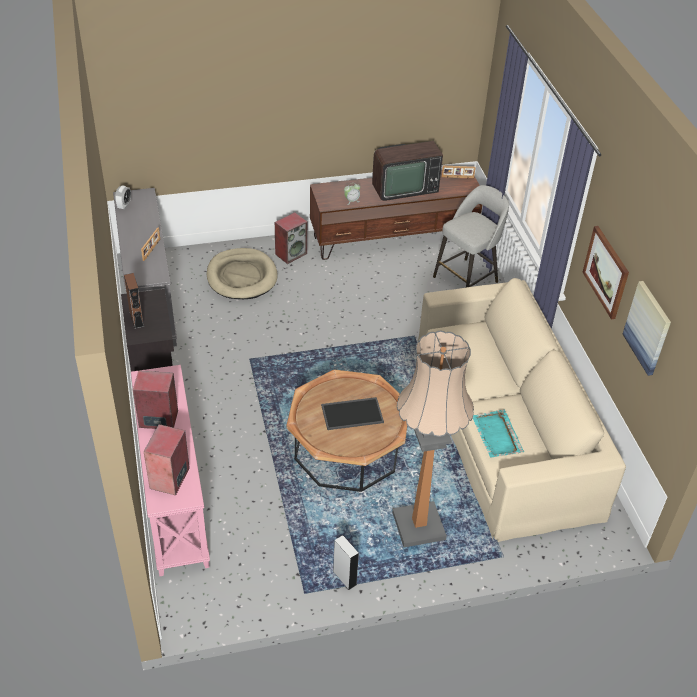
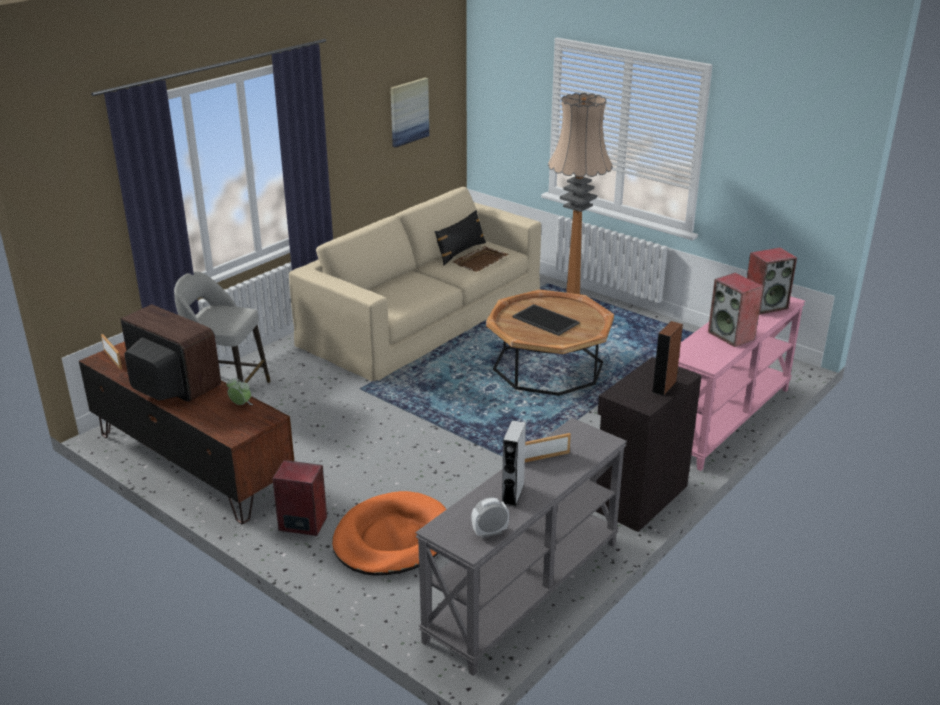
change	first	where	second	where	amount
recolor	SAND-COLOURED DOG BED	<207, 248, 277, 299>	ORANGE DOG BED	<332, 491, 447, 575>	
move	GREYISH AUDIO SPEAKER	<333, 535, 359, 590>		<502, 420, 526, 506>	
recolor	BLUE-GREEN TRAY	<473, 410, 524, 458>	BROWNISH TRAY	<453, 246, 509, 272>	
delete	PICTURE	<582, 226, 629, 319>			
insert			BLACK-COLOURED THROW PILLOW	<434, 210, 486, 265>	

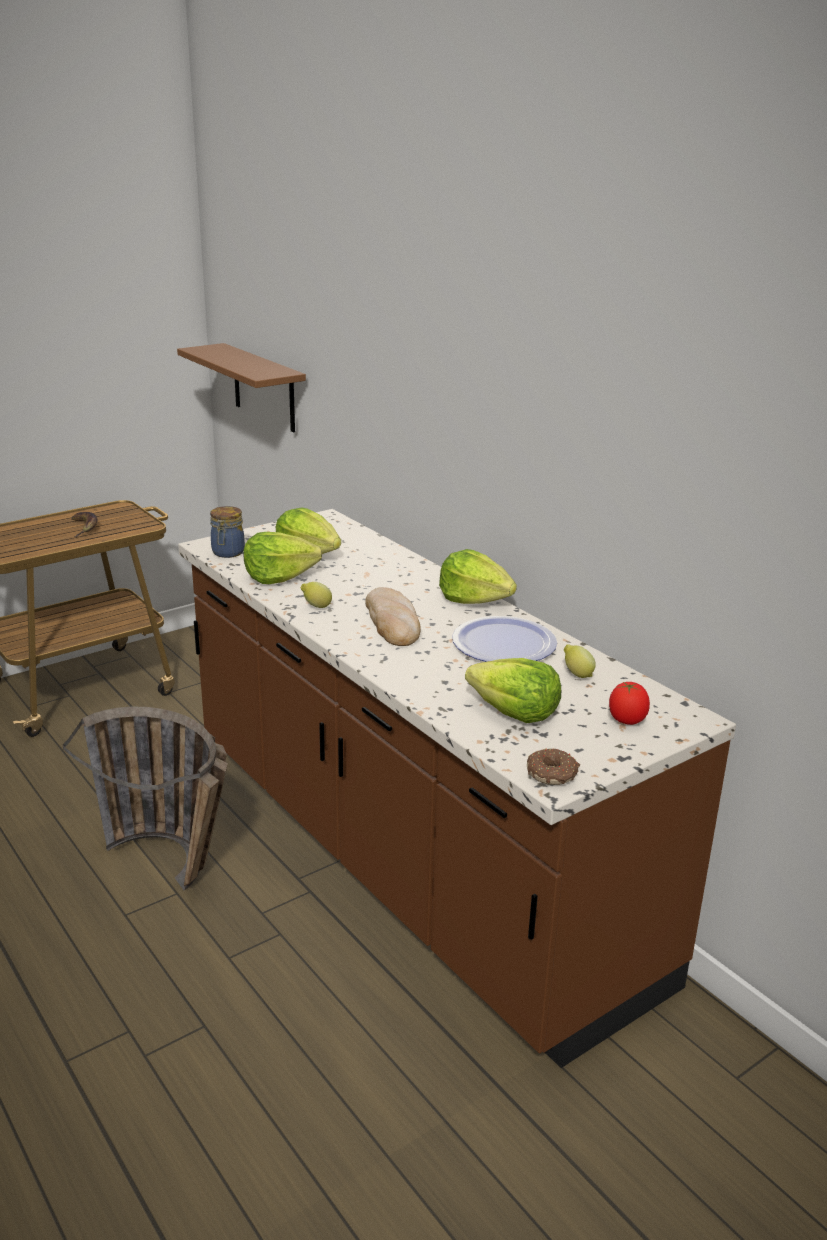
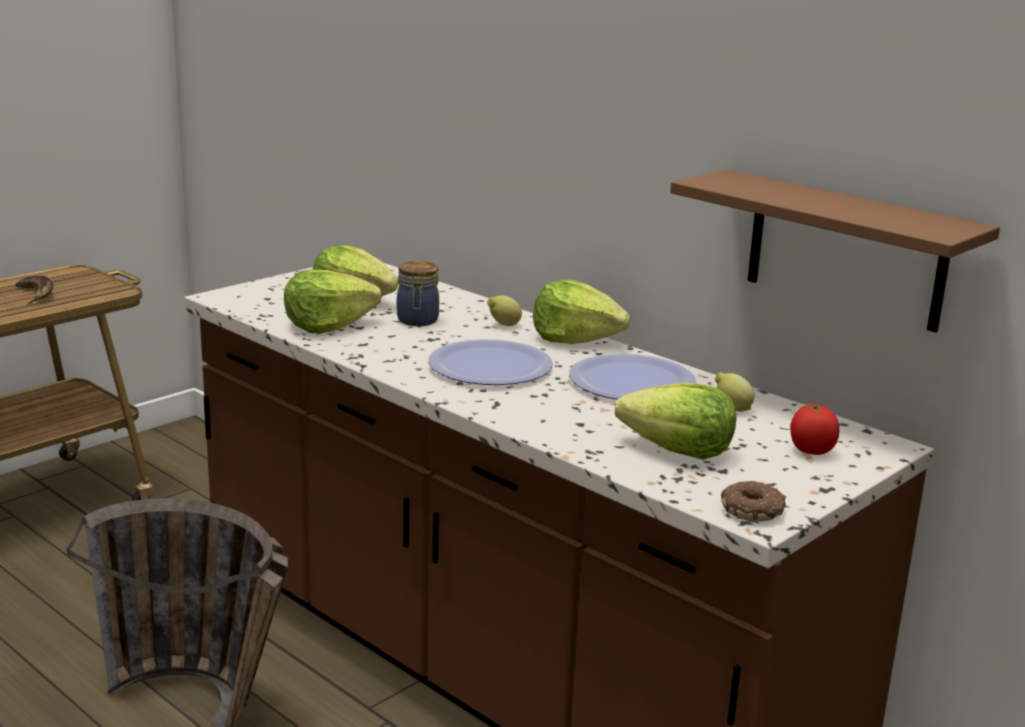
change	first	where	second	where	amount
move	BROWNISH SHELF	<177, 343, 306, 433>		<670, 169, 1000, 332>	
move	JAR	<210, 506, 245, 558>		<397, 261, 439, 326>	
move	WHOLE LEMON	<301, 582, 332, 608>		<487, 295, 522, 326>	
replace	BREAD	<365, 587, 421, 646>	PLATE	<428, 339, 553, 385>	

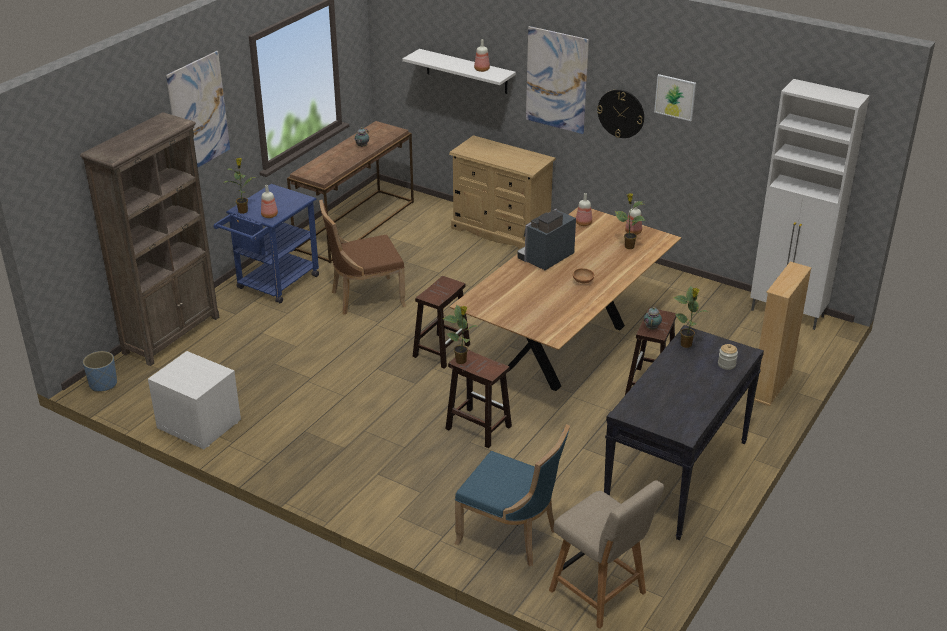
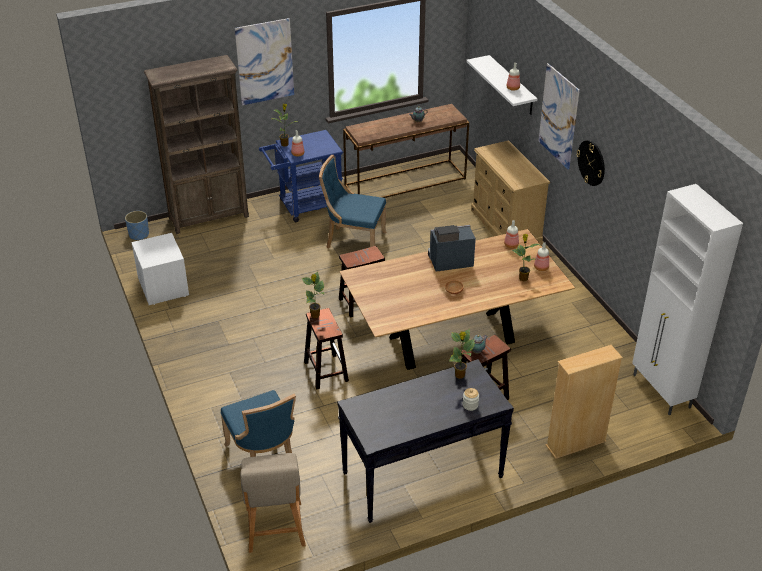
change	first	where	second	where	amount
recolor	BROWNISH UPRIGHT CHAIR	<319, 199, 406, 315>	BLUE UPRIGHT CHAIR	<319, 155, 386, 248>	
delete	PICTURE	<654, 74, 696, 121>			

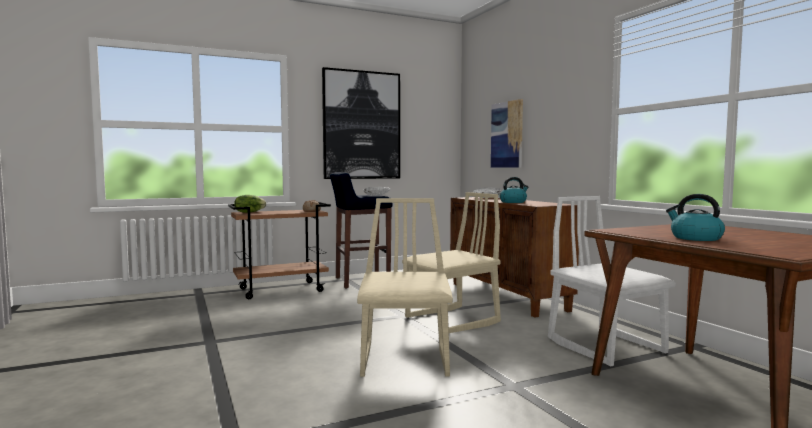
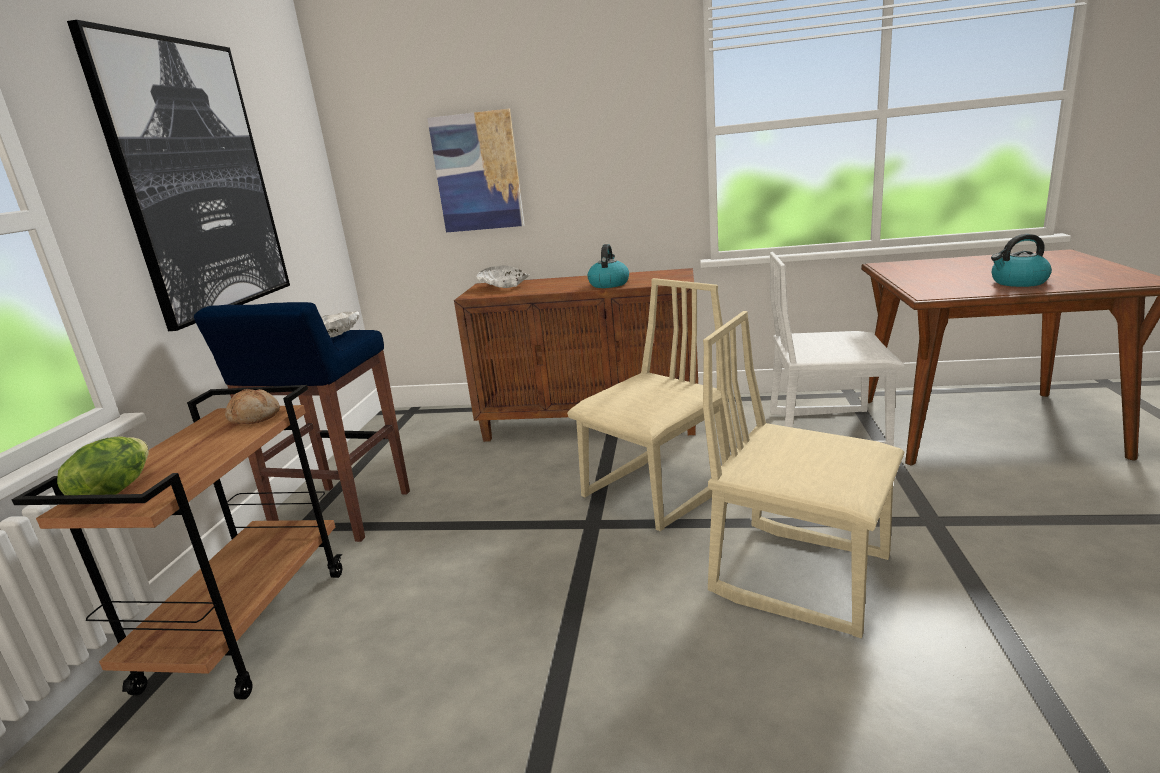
change	first	where	second	where	amount
rotate	SAND-COLOURED UPRIGHT CHAIR	<402, 192, 501, 333>		<567, 278, 730, 531>	45 degrees clockwise

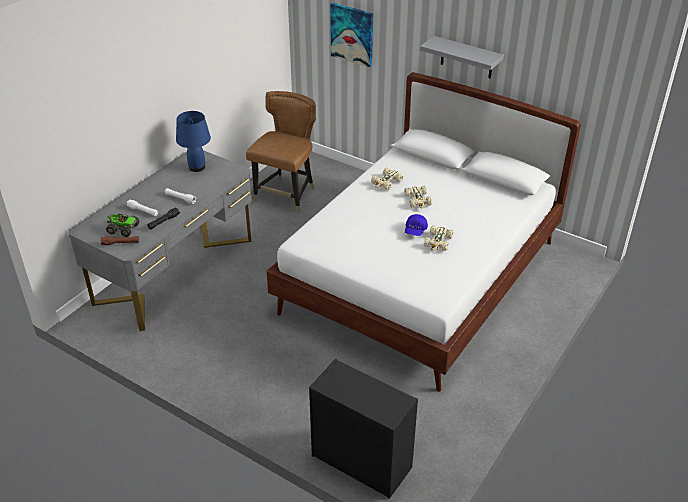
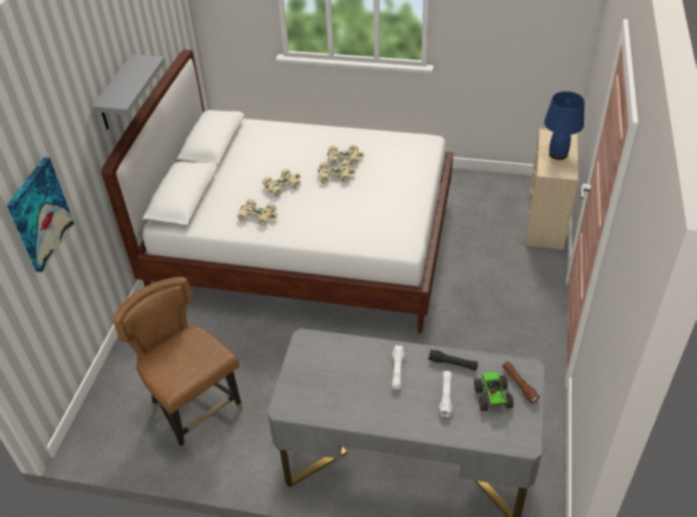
change	first	where	second	where	amount
move	BLUE TABLE LAMP	<176, 111, 211, 172>		<544, 91, 584, 160>	
rotate	BROWNISH UPRIGHT CHAIR	<246, 91, 316, 213>		<113, 277, 243, 453>	45 degrees clockwise
recolor	BLACK-COLOURED CHEST OF DRAWERS	<309, 359, 418, 499>	SAND-COLOURED CHEST OF DRAWERS	<526, 128, 579, 250>	
replace	BLUE PEAKED CAP	<405, 214, 428, 236>	SAND-COLOURED MINIATURE CAR	<318, 161, 356, 183>	

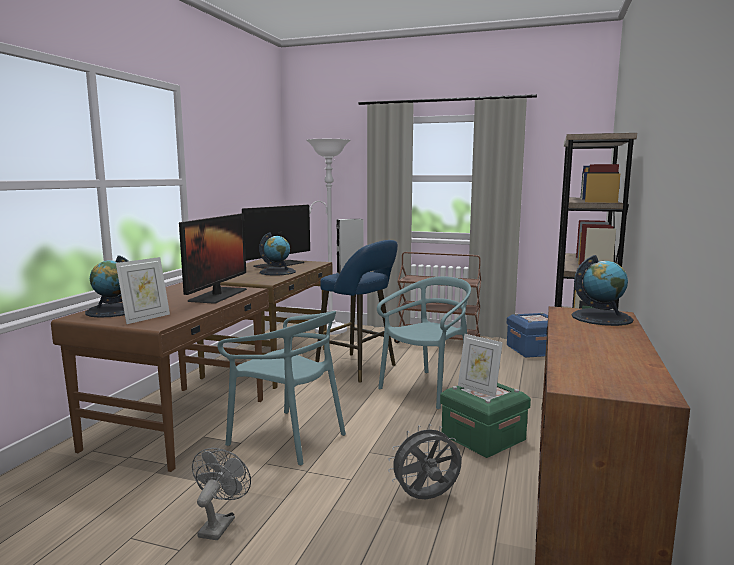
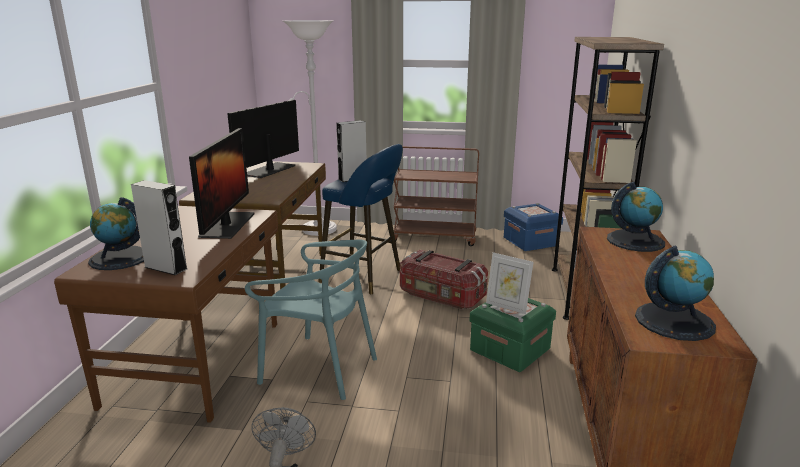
change	first	where	second	where	amount
replace	PICTURE FRAME	<116, 257, 170, 324>	GREYISH AUDIO SPEAKER	<131, 180, 187, 275>	
move	WORLD GLOBE	<259, 232, 296, 276>		<635, 245, 716, 341>	
replace	BLUE-GREEN UPRIGHT CHAIR	<377, 276, 471, 409>	STORAGE BIN	<400, 250, 488, 310>	
delete	GREYISH ELECTRIC FAN	<388, 424, 462, 499>			

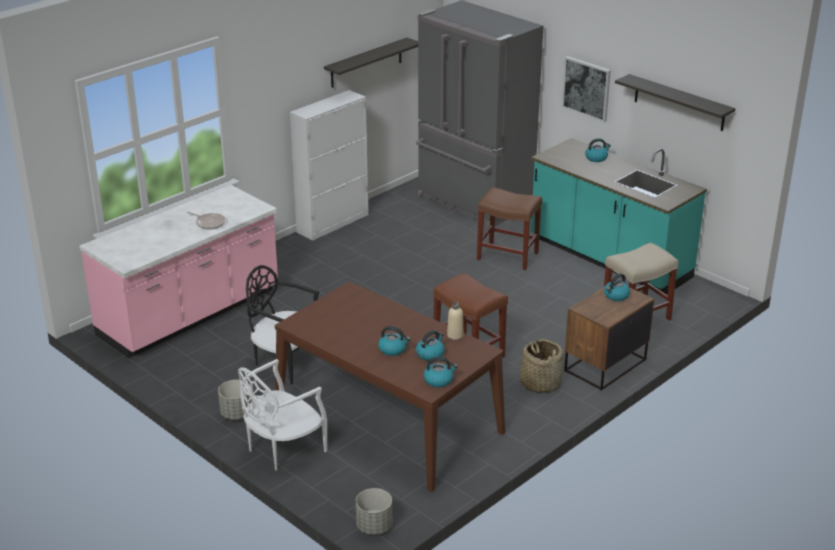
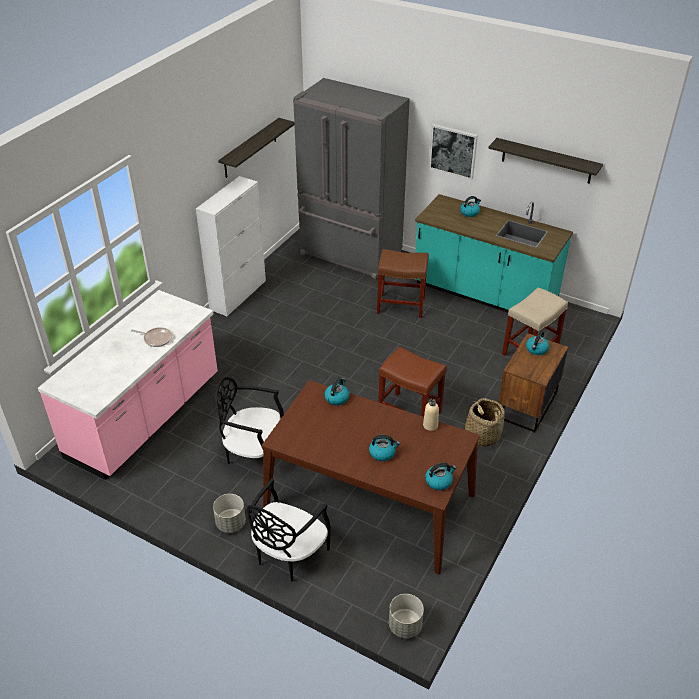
change	first	where	second	where	amount
recolor	WHITISH UPRIGHT CHAIR	<238, 359, 327, 470>	BLACK-COLOURED UPRIGHT CHAIR	<247, 478, 331, 582>	
move	TEA KETTLE	<416, 330, 445, 361>		<324, 378, 349, 405>	

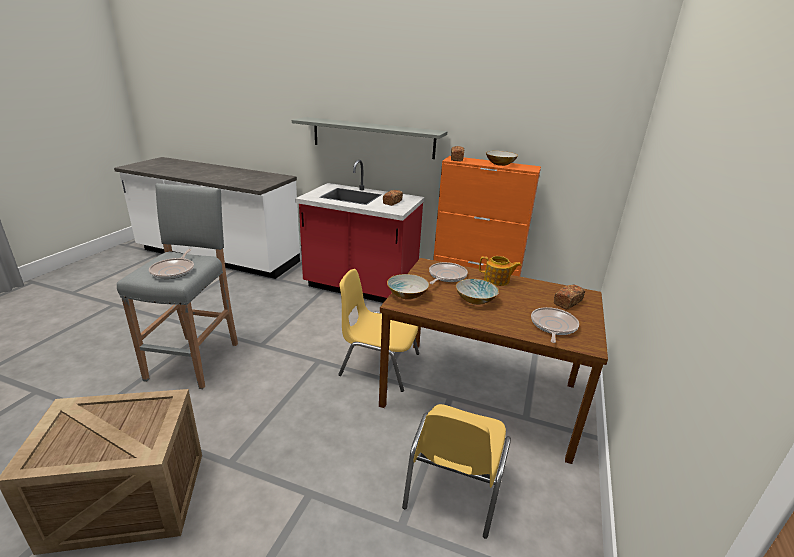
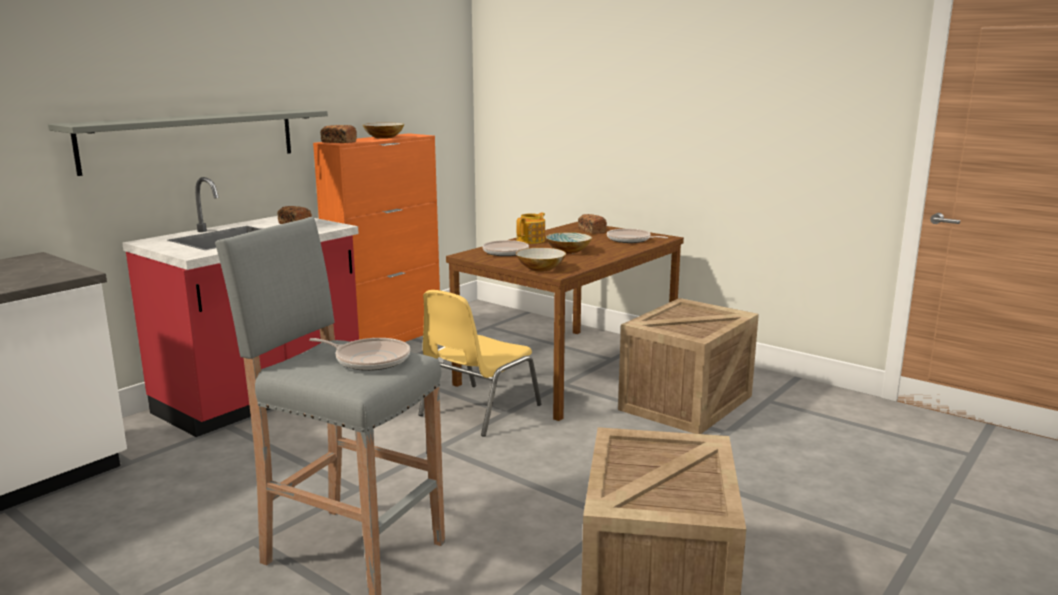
change	first	where	second	where	amount
replace	YELLOW UPRIGHT CHAIR	<402, 404, 511, 539>	PACKING CRATE	<618, 298, 759, 434>	

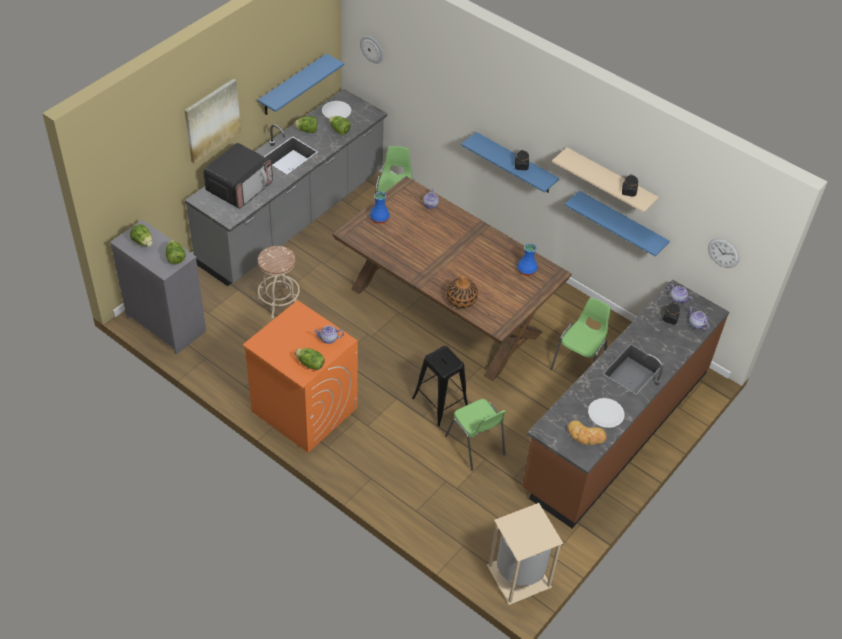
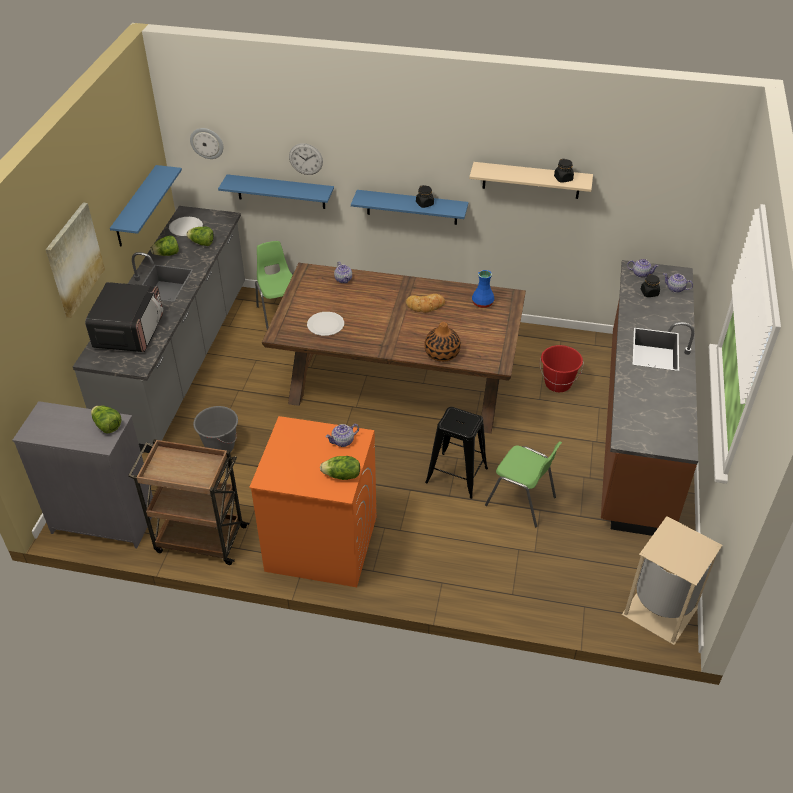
change	first	where	second	where	amount
delete	HEAD OF LETTUCE	<130, 224, 153, 247>			
replace	SAND-COLOURED STOOL SEAT	<258, 246, 300, 319>	GREYISH BUCKET	<193, 406, 238, 452>	
delete	BLUE DECORATIVE VASE	<370, 192, 390, 224>			
replace	GREENISH UPRIGHT CHAIR	<550, 297, 611, 370>	REDDISH BUCKET	<540, 345, 584, 392>	
move	BLUE SHELF	<565, 191, 670, 257>		<218, 174, 334, 209>	
move	BREAD	<568, 420, 607, 445>		<406, 294, 445, 313>	
move	WHITISH PLATE	<588, 398, 625, 428>		<307, 312, 344, 336>	
move	WALL CLOCK	<708, 238, 739, 268>		<289, 143, 323, 175>	
insert			BROWNISH TROLLEY	<128, 439, 249, 565>	

